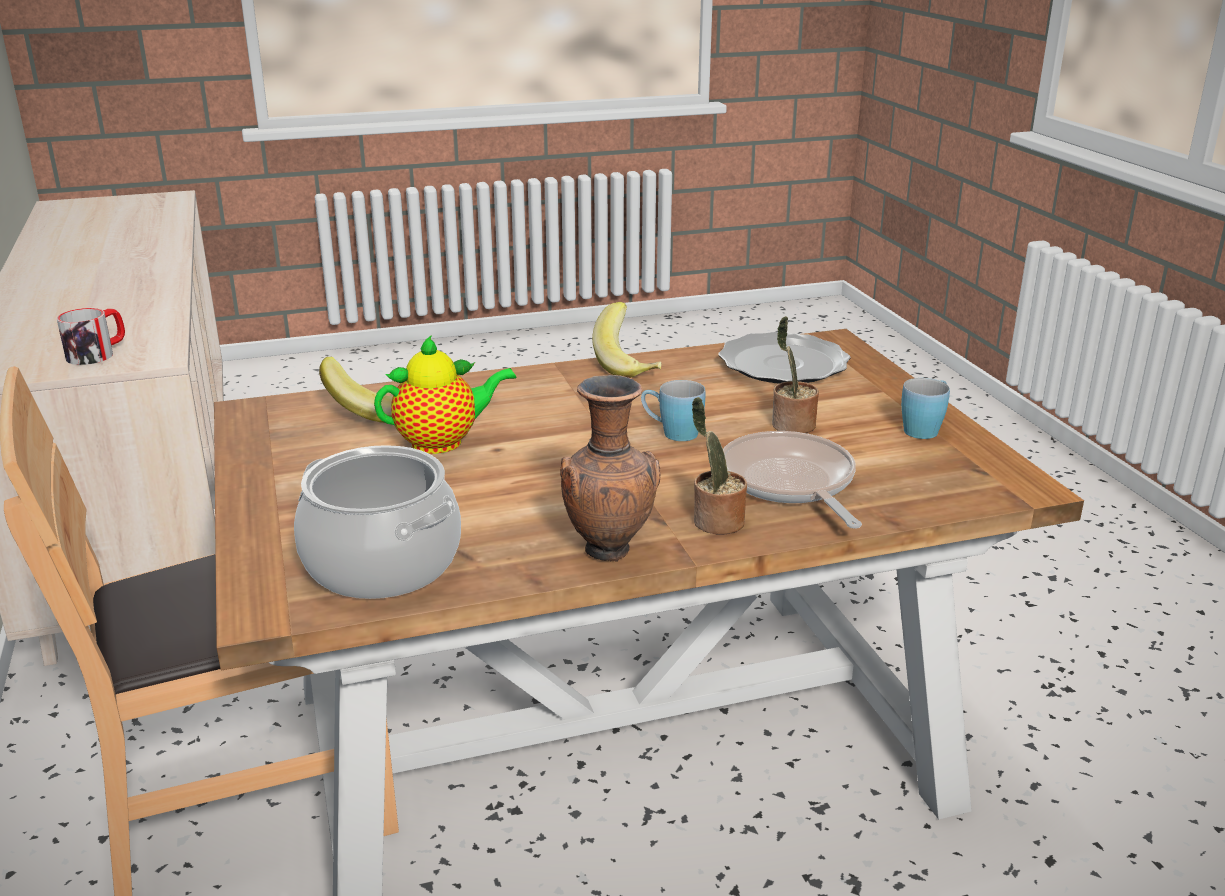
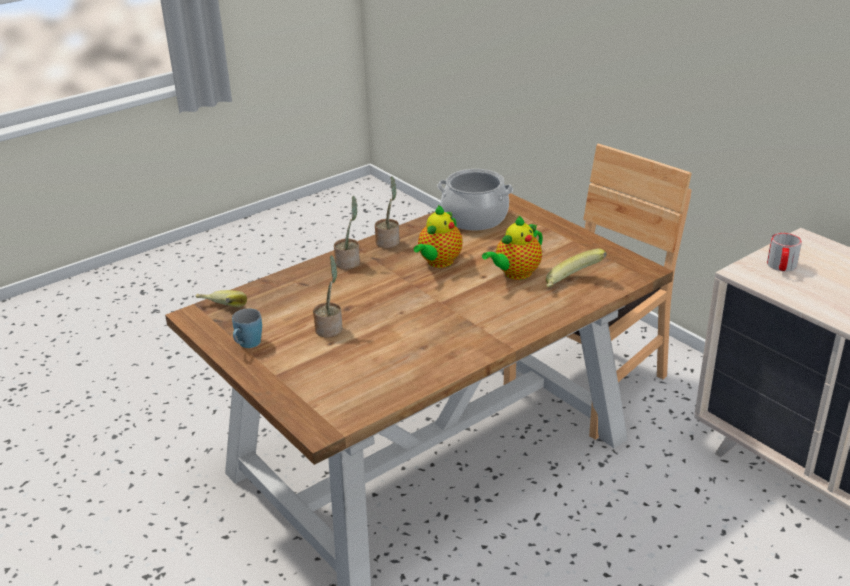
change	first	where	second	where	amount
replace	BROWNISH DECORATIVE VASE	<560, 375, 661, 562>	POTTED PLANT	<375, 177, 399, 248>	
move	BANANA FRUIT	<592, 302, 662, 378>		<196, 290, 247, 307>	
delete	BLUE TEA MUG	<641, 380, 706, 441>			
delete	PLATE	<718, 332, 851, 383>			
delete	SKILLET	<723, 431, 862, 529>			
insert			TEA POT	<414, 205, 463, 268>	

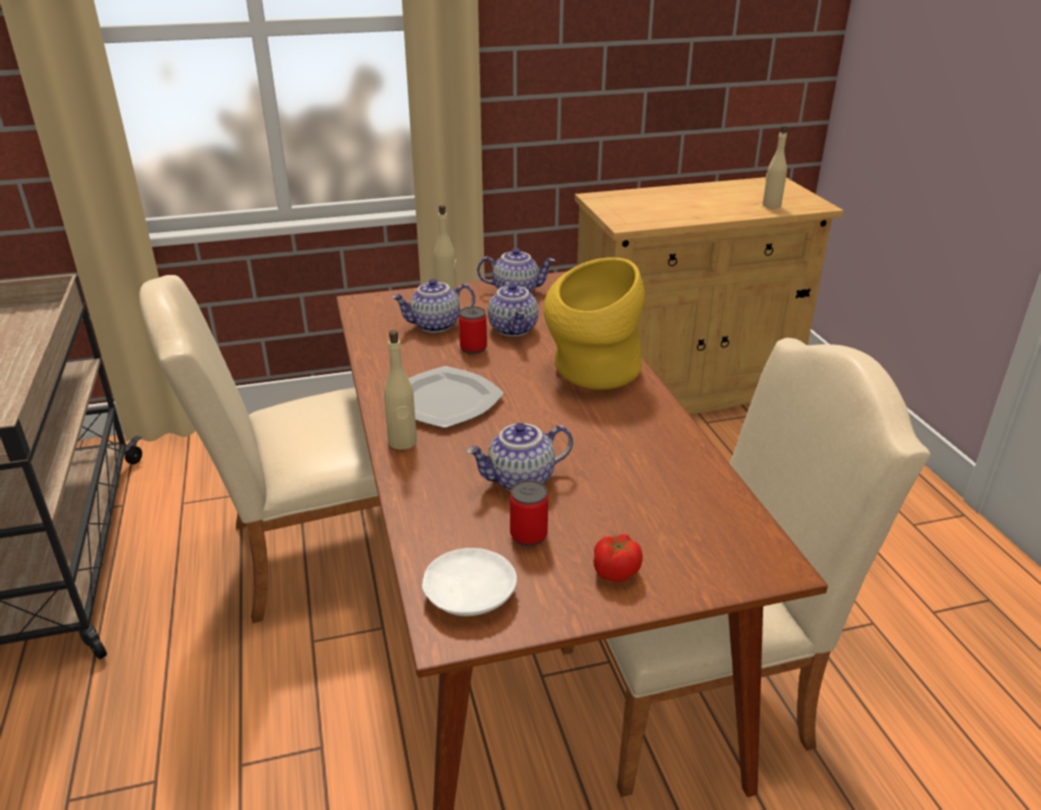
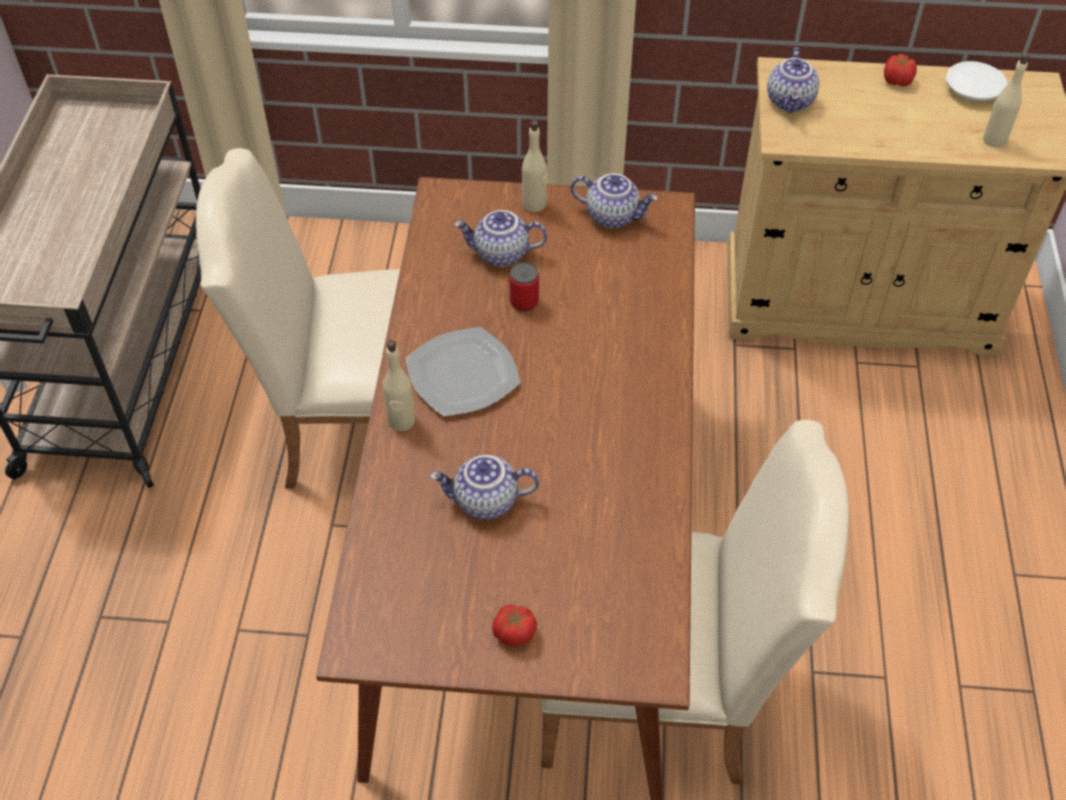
change	first	where	second	where	amount
move	WHITISH PLATE	<422, 548, 517, 616>		<946, 61, 1008, 101>	
move	TEA POT	<488, 279, 539, 337>		<767, 47, 819, 113>	
delete	SEALED CAN	<510, 480, 548, 546>			
delete	YELLOW DECORATIVE VASE	<544, 257, 645, 390>			
insert			FRESH TOMATO	<884, 54, 917, 86>	

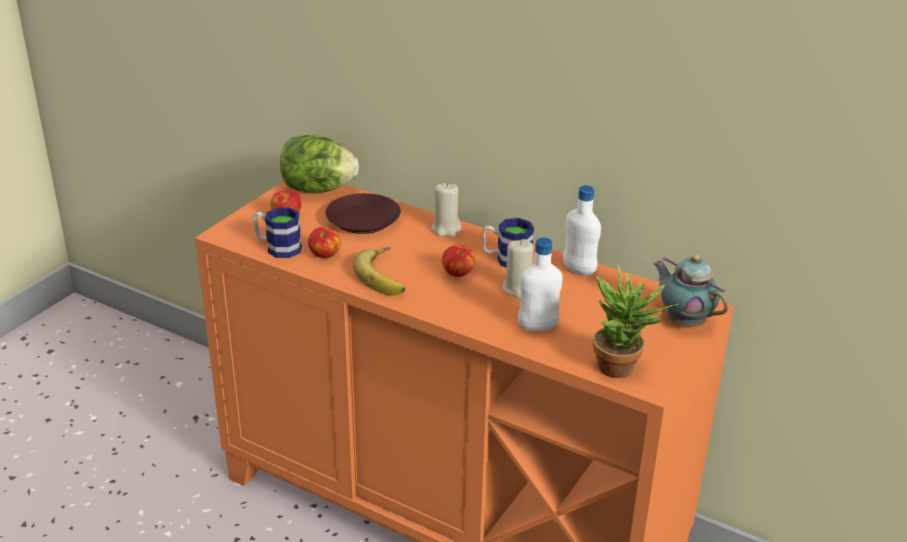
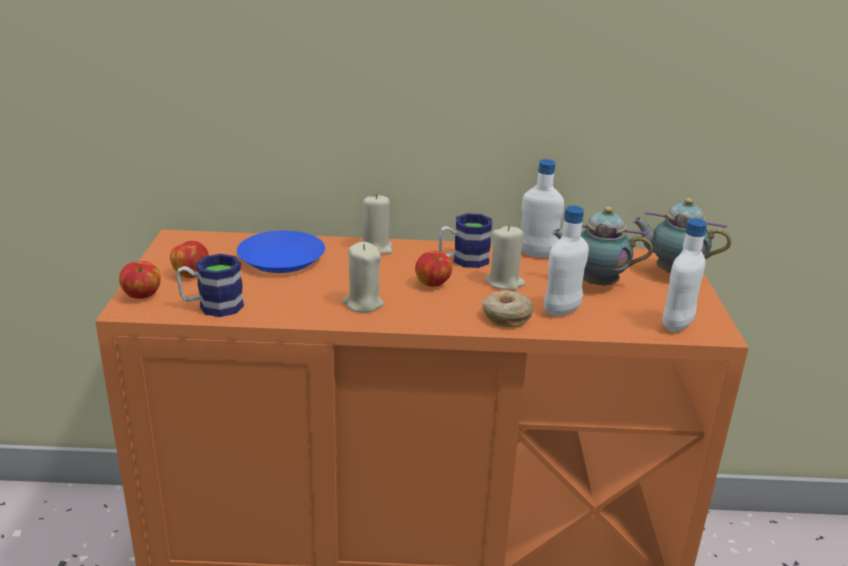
change	first	where	second	where	amount
delete	HEAD OF LETTUCE	<280, 135, 359, 193>			
move	WHOLE APPLE	<308, 227, 341, 258>		<119, 261, 161, 299>	
recolor	BROWNISH PLATE	<325, 193, 401, 234>	BLUE PLATE	<237, 231, 325, 273>	
replace	BANANA FRUIT	<353, 247, 405, 296>	SAND-COLOURED WAX CANDLE	<342, 242, 384, 313>	
replace	POTTED PLANT	<593, 264, 678, 378>	WHITISH DRINK BOTTLE	<662, 218, 707, 332>	
insert			RING DOUGHNUT	<482, 291, 534, 327>	
insert			TEA POT	<552, 207, 653, 286>	

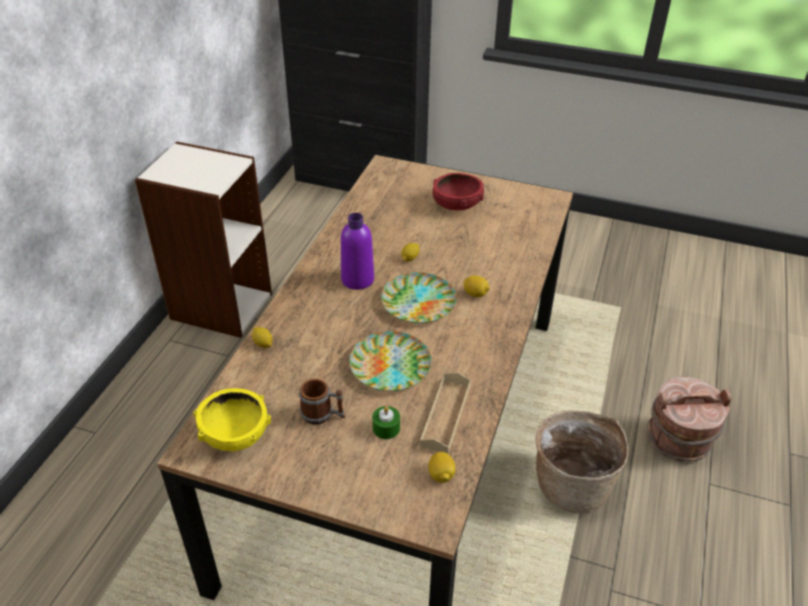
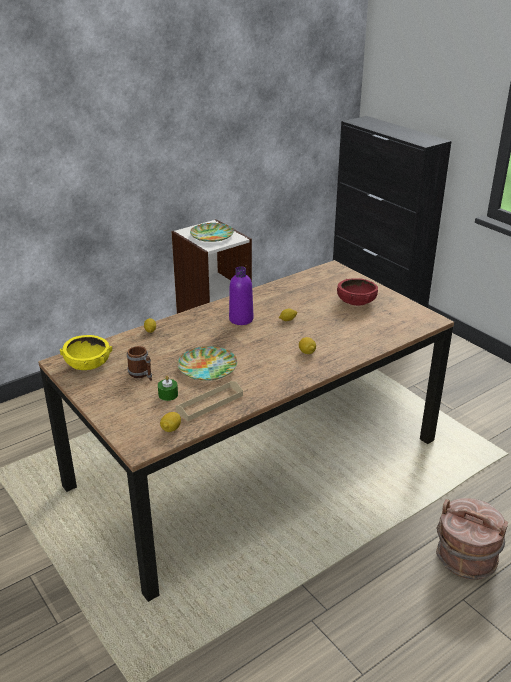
change	first	where	second	where	amount
move	PLATE	<381, 273, 457, 323>		<190, 223, 234, 242>	
delete	BASKET	<536, 411, 628, 513>			

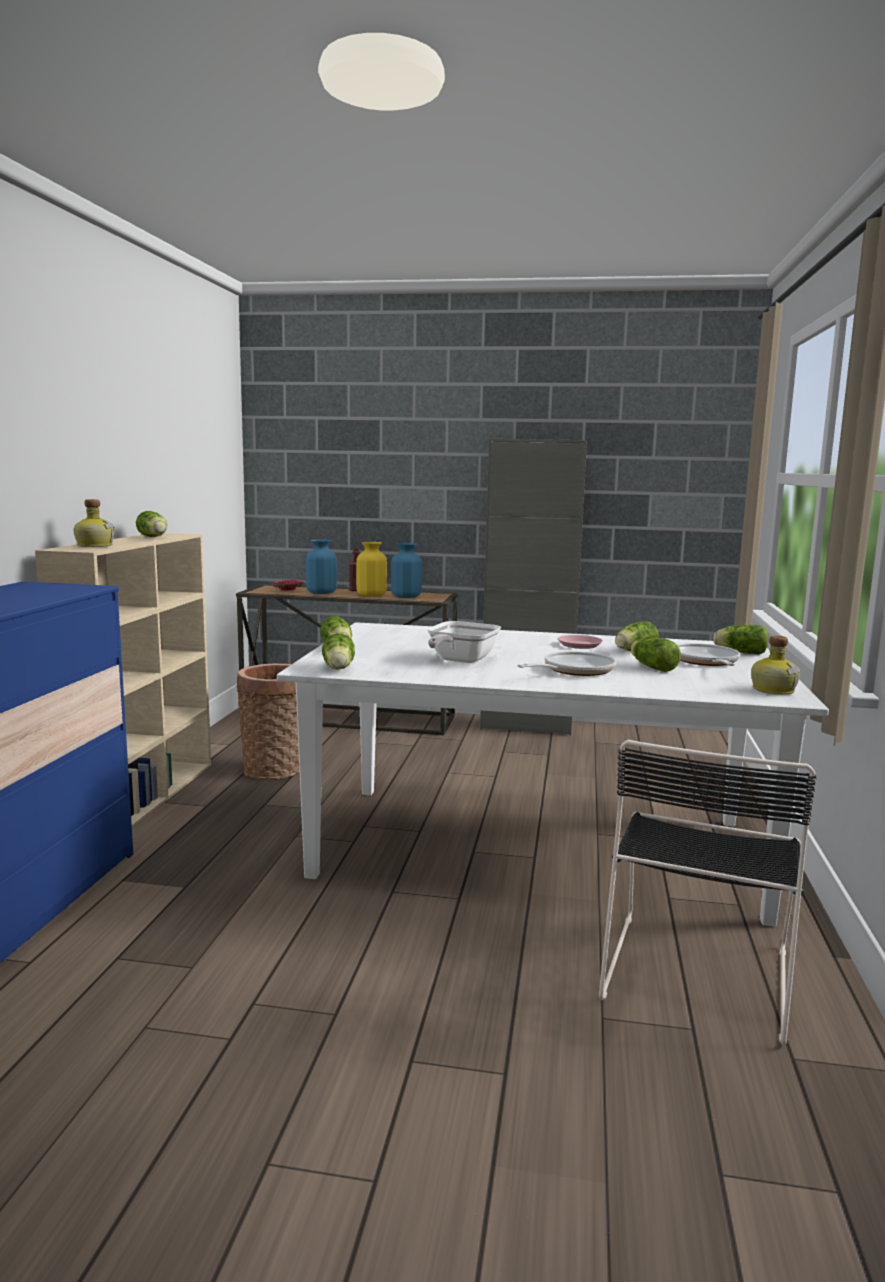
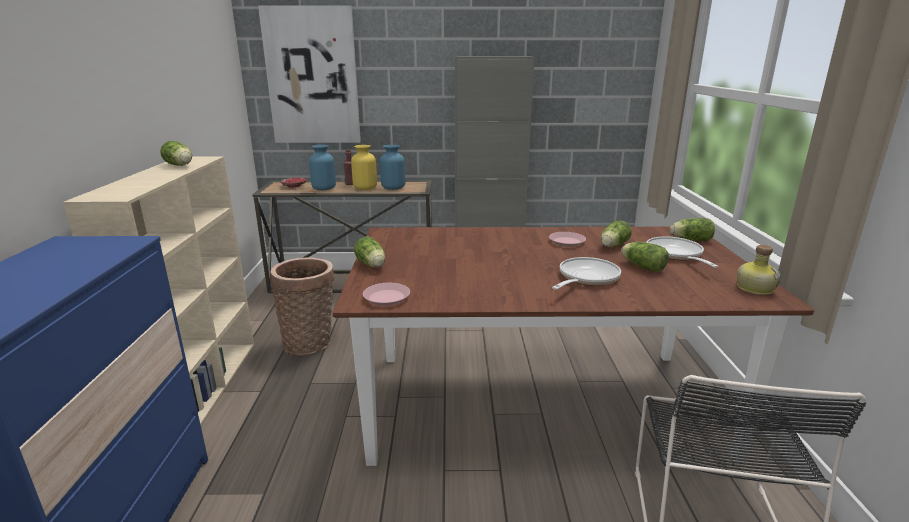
change	first	where	second	where	amount
delete	DRINK BOTTLE	<74, 499, 114, 547>			
recolor	WHITISH DINING TABLE	<277, 622, 829, 927>	BROWNISH DINING TABLE	<332, 227, 814, 466>	
replace	HEAD OF LETTUCE	<322, 633, 355, 670>	PINKISH PLATE	<363, 283, 410, 306>	
delete	SKILLET	<427, 621, 501, 663>			
insert			PICTURE	<258, 5, 361, 143>	

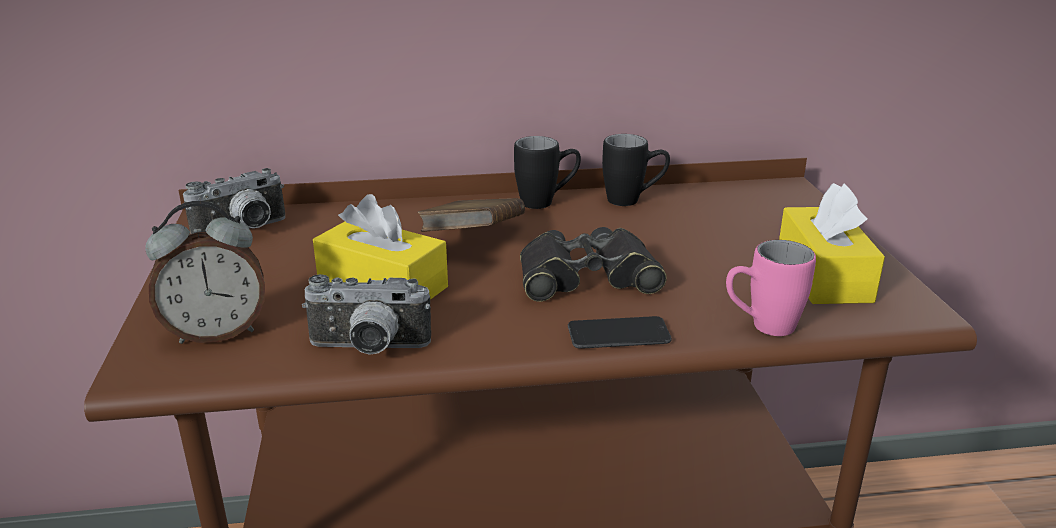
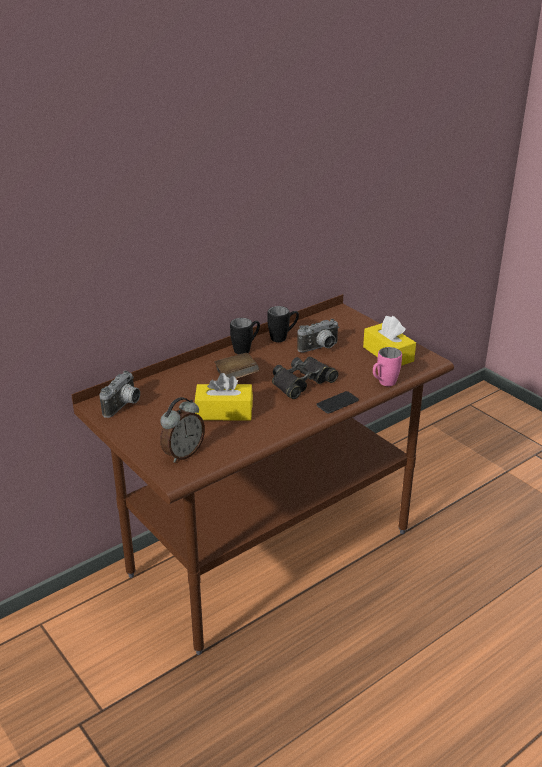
change	first	where	second	where	amount
move	PHOTO CAMERA	<302, 274, 431, 355>		<297, 319, 339, 352>	

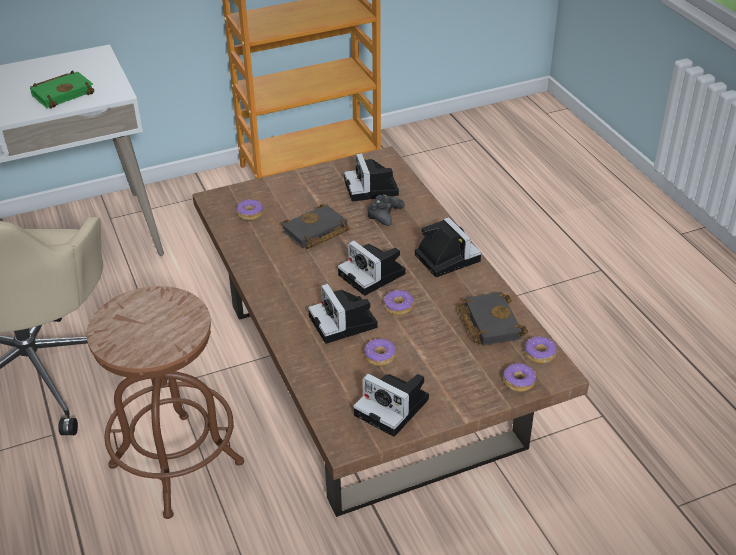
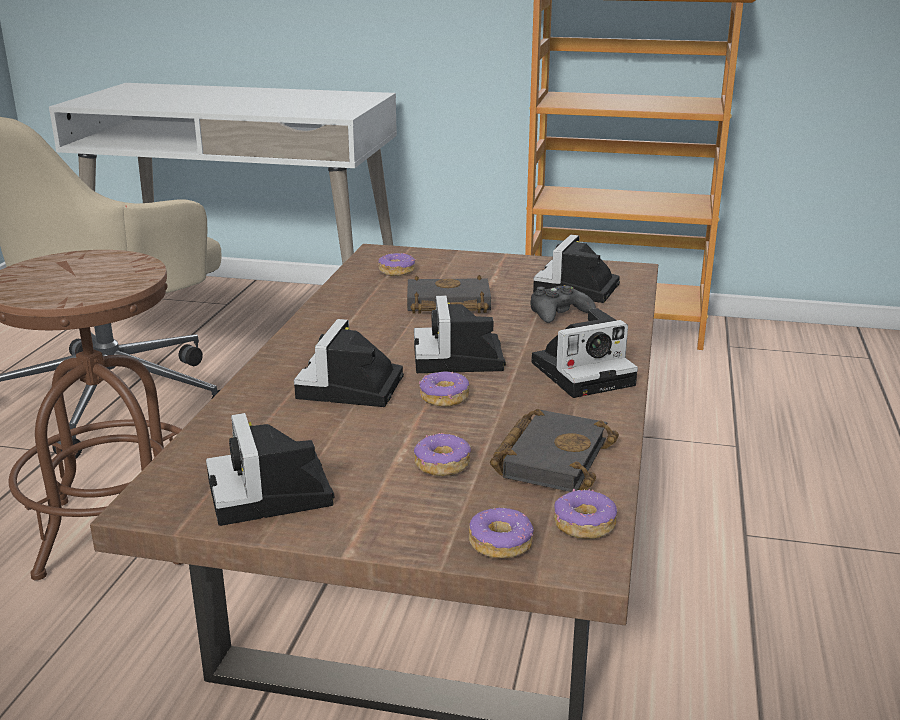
change	first	where	second	where	amount
delete	GREENISH BOUND BOOK	<30, 71, 95, 109>			
move	RING DOUGHNUT	<364, 339, 396, 366>		<414, 433, 471, 476>	
rotate	PHOTO CAMERA	<415, 217, 481, 277>		<531, 308, 638, 398>	60 degrees clockwise

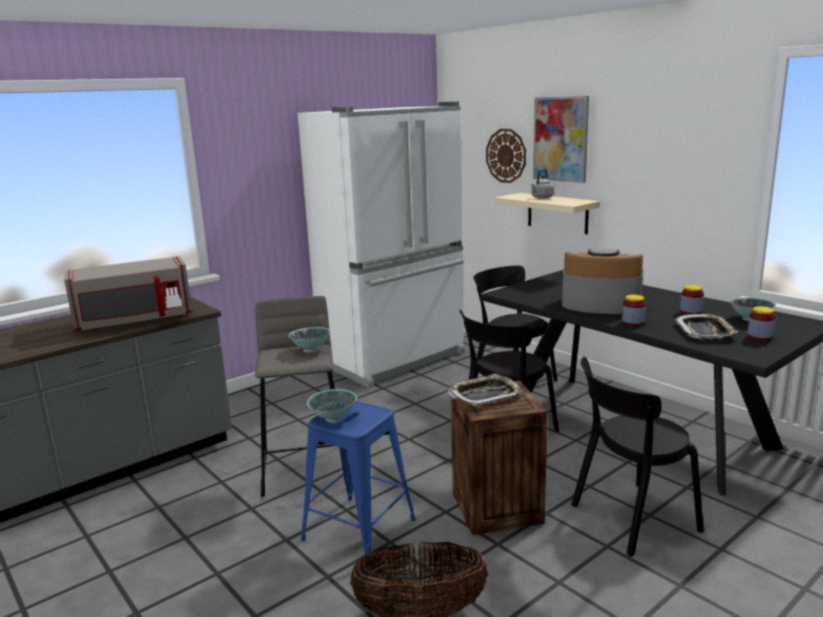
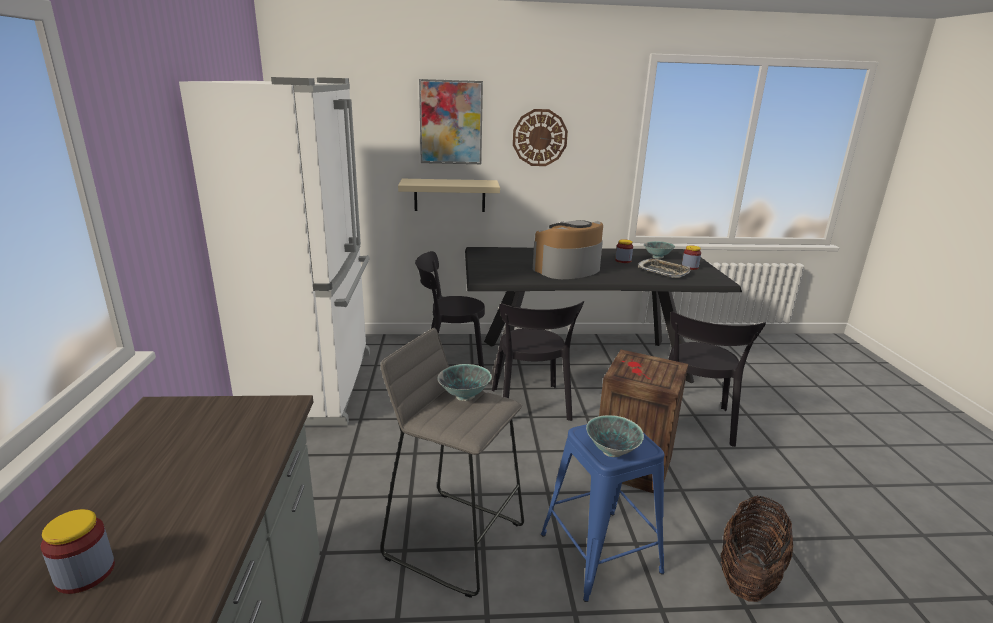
change	first	where	second	where	amount
delete	GREYISH KITCHEN MICROWAVE	<64, 256, 192, 331>			
delete	TRAY	<448, 374, 523, 406>			
move	WALL CLOCK	<486, 129, 526, 183>		<513, 109, 568, 166>	
delete	GREYISH TEA KETTLE	<531, 169, 555, 199>			
move	JAR	<622, 295, 646, 326>		<40, 509, 115, 594>	

